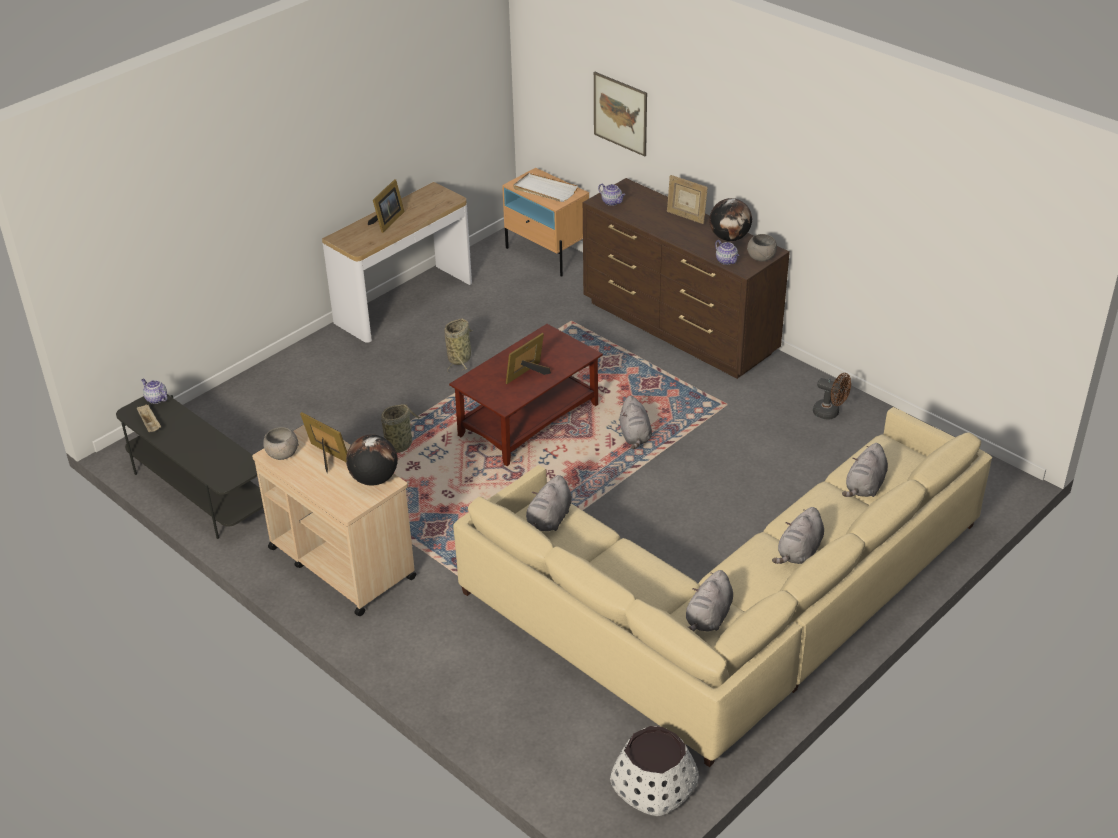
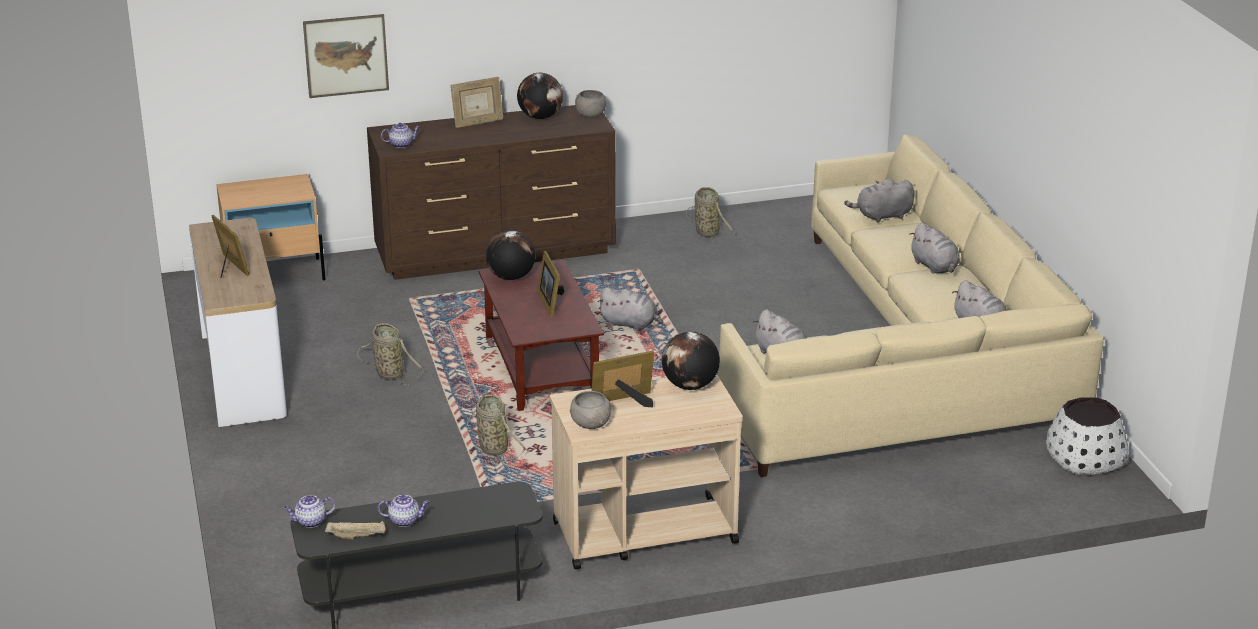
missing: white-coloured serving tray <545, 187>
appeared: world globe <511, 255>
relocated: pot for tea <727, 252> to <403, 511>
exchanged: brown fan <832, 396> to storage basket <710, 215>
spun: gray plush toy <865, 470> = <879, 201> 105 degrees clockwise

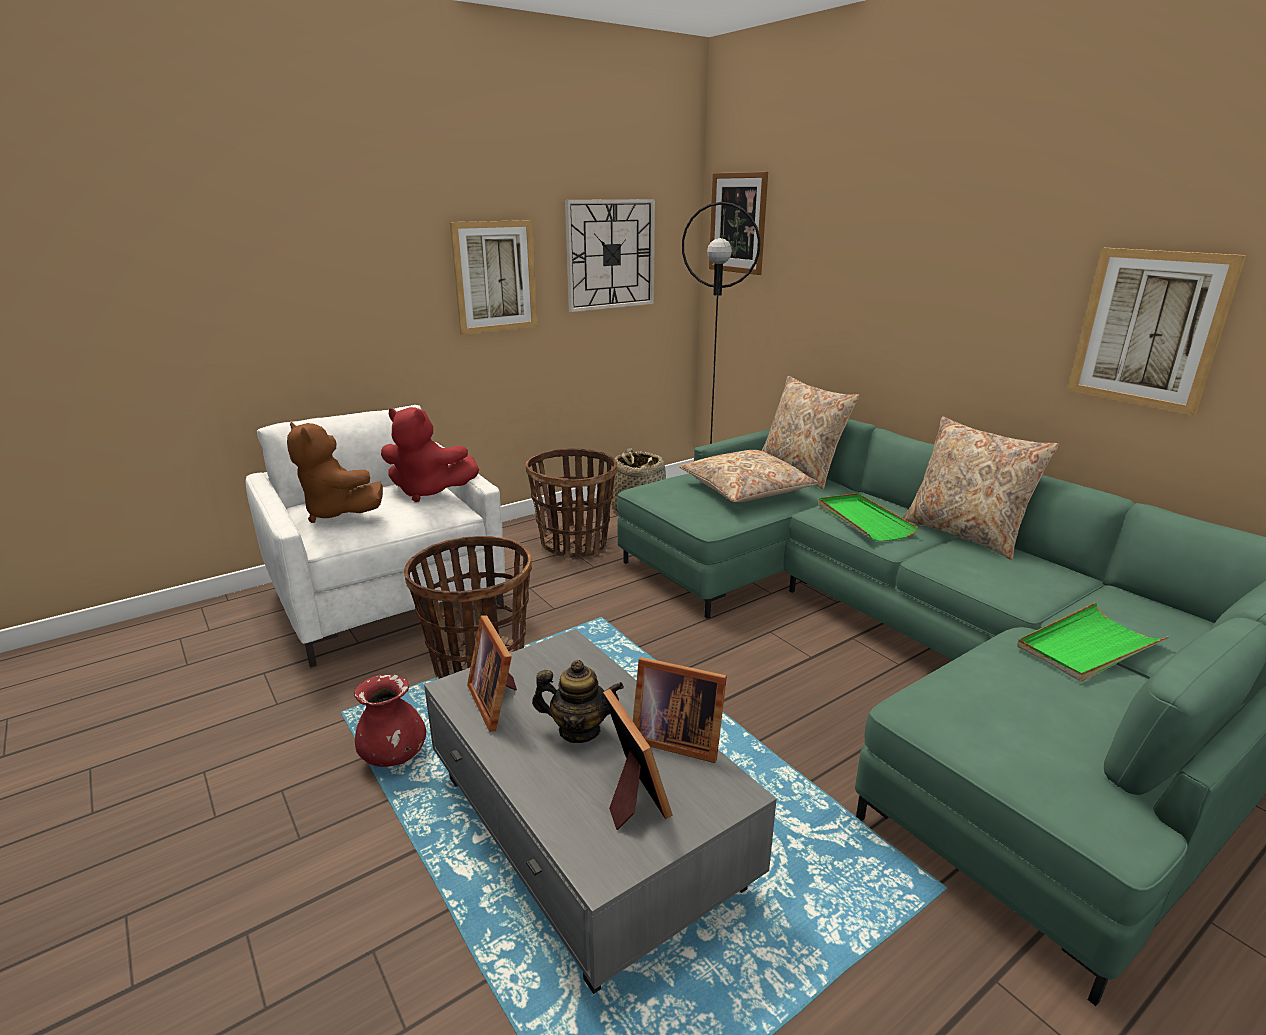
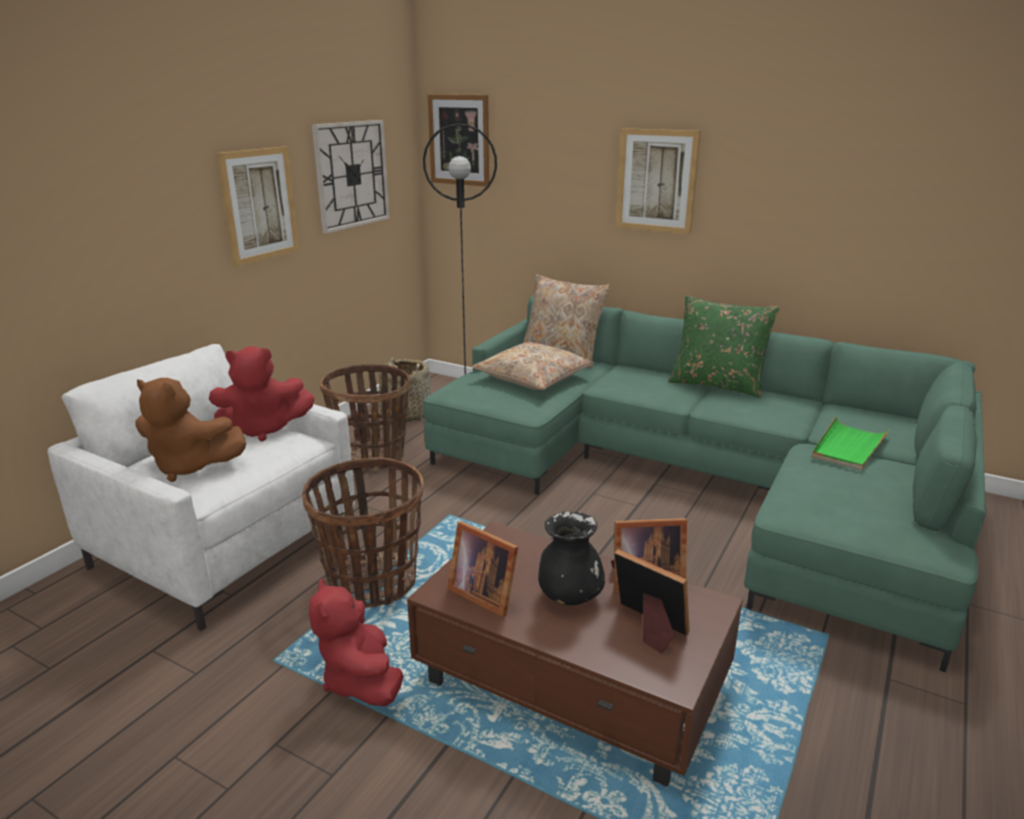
missing: green serving tray <869, 517>
relocated: picture <1156, 332> to <658, 181>
exchanged: red-coloured vase <390, 720> to red-coloured plush toy <356, 642>; pot for tea <578, 701> to black vase <572, 558>
colour: gray lounge table <600, 811> to brown lounge table <575, 654>; beige throw pillow <981, 488> to green throw pillow <724, 346>

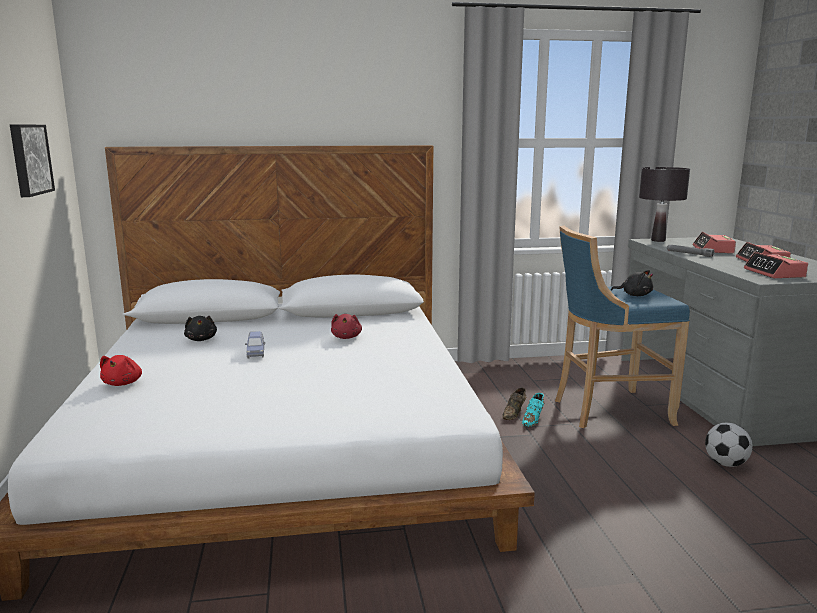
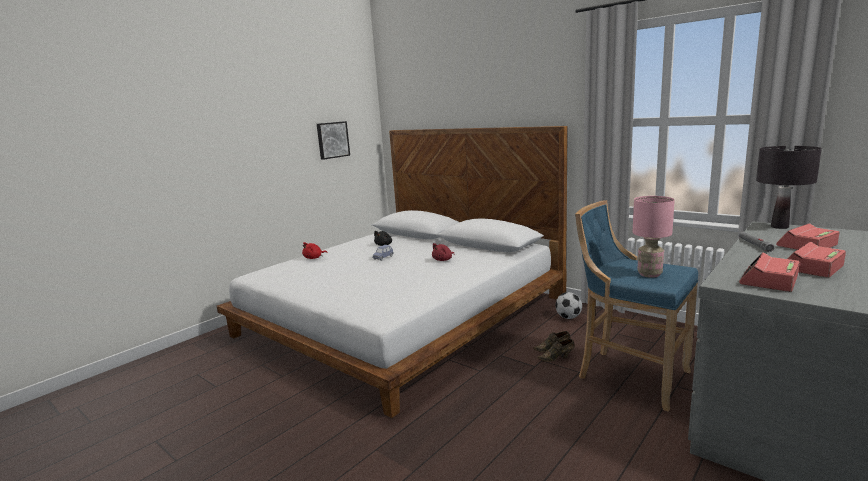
relocated: football <729, 445> to <568, 305>
exchanged: black plush toy <632, 283> to pinkish table lamp <654, 237>
colour: turquoise item of footwear <533, 410> to brown item of footwear <556, 350>

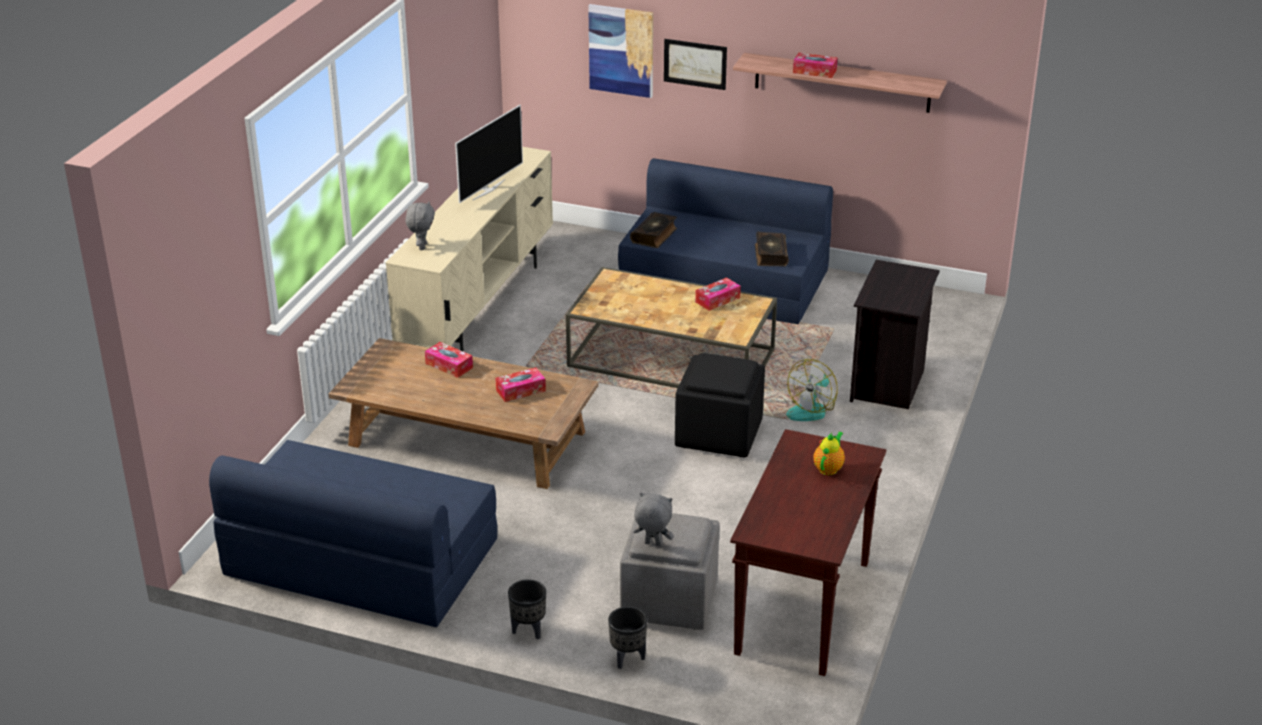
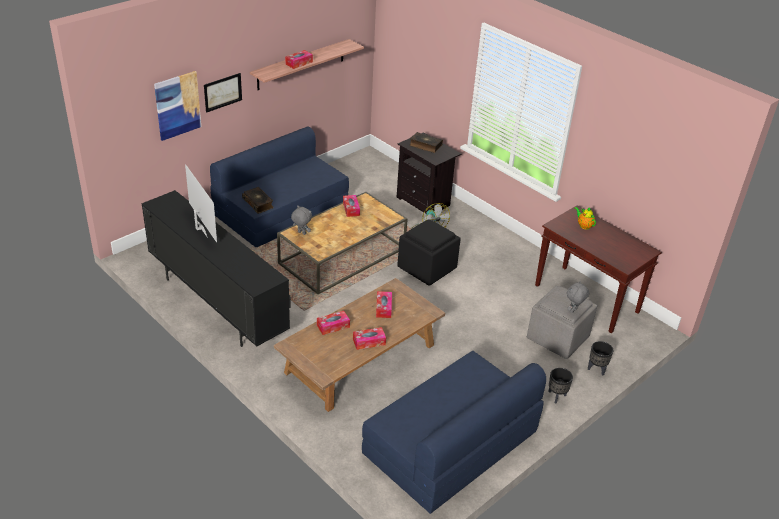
appeared: box of tissues <369, 338>
relocated: gray plush toy <420, 225> to <301, 220>; volume <772, 249> to <426, 142>
colour: beige media console <469, 249> to black media console <216, 268>

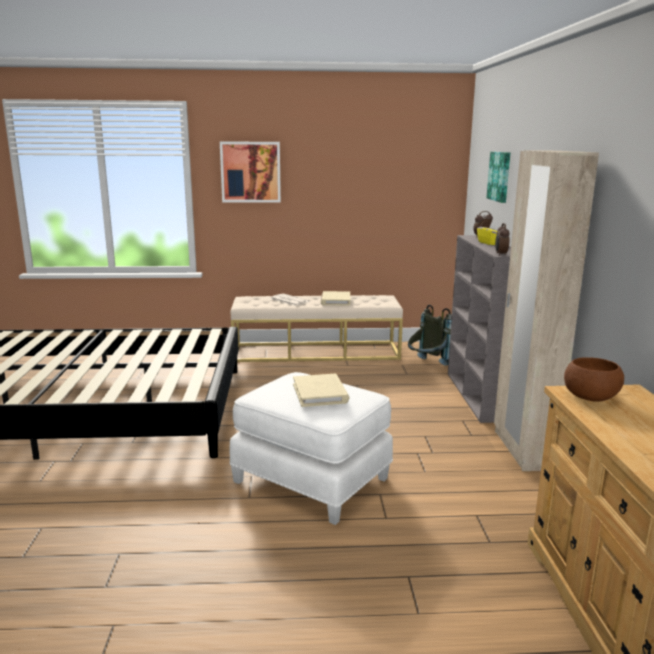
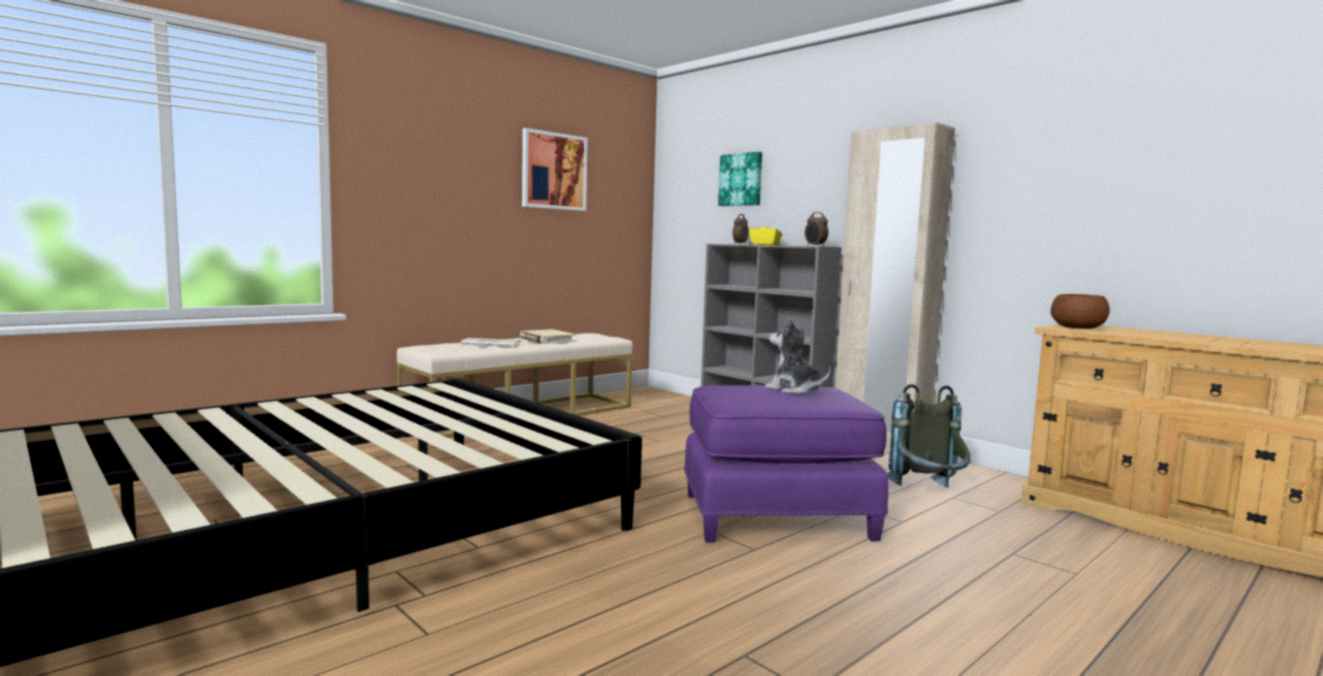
relocated: picture <250, 172> to <555, 169>; gray rucksack <430, 335> to <929, 436>
exchanged: beige volume <321, 390> to plush toy <798, 356>
colour: white-coloured ottoman <311, 448> to purple-coloured ottoman <786, 464>

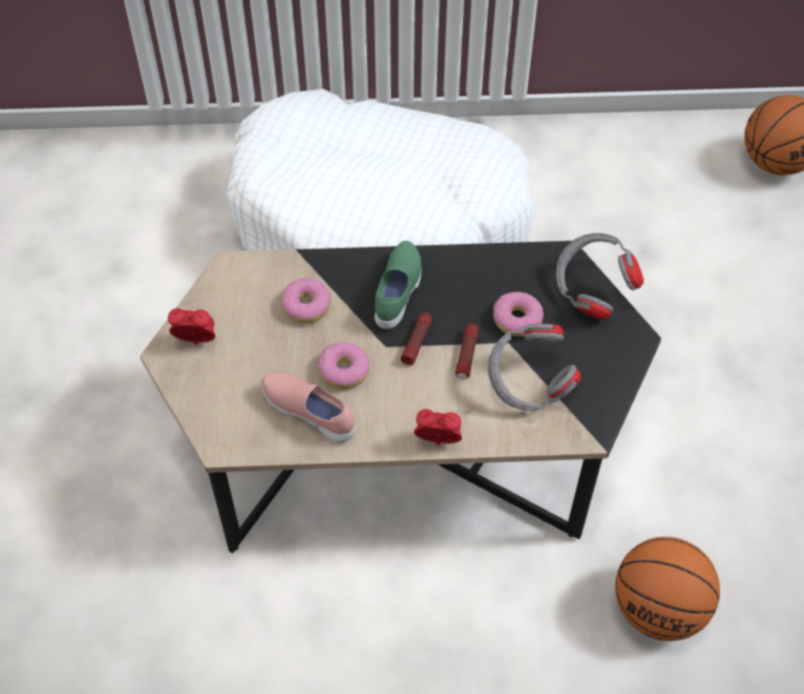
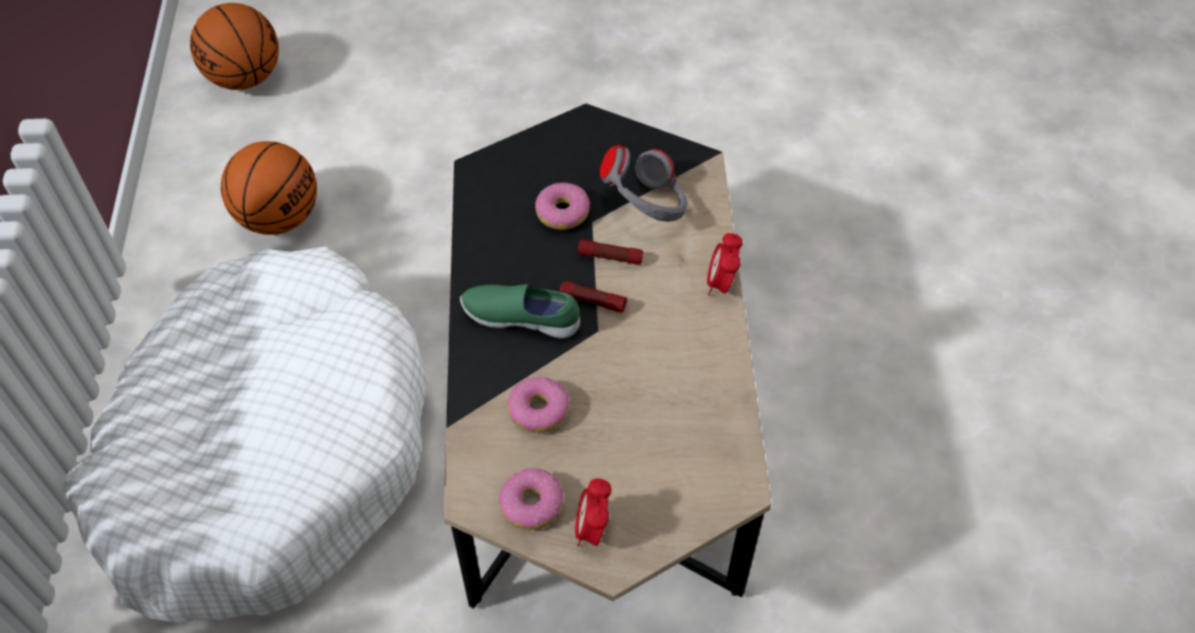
missing: pinkish item of footwear <307, 407>; gray headphones <600, 276>
relocated: doughnut <344, 365> to <531, 499>; basketball ball <667, 589> to <269, 188>

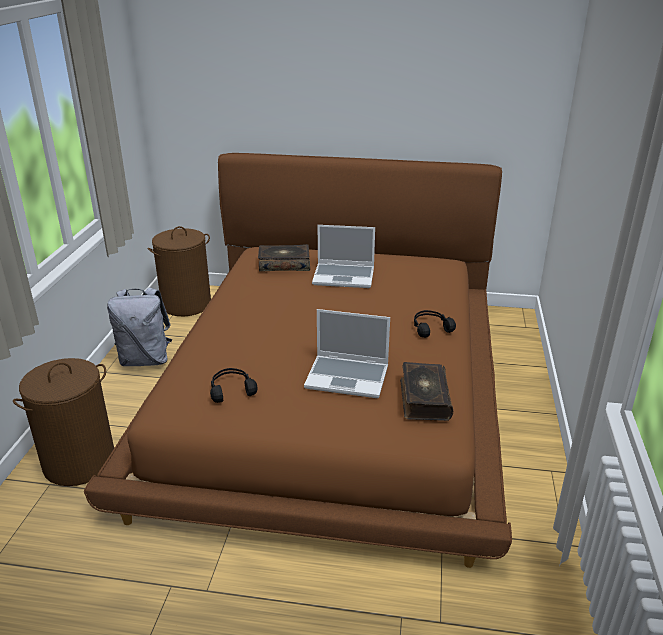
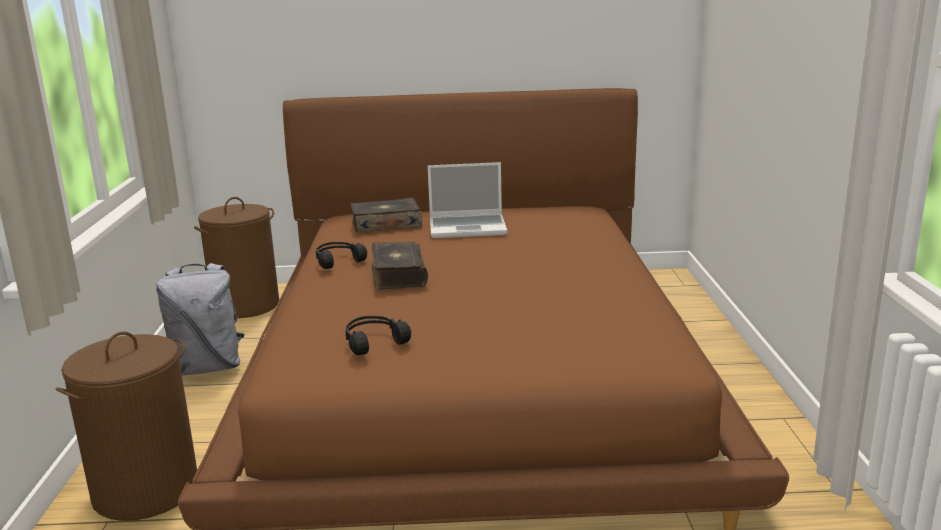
missing: portable computer <347, 353>
relocated: volume <426, 391> to <399, 265>; black headphones <435, 324> to <341, 255>

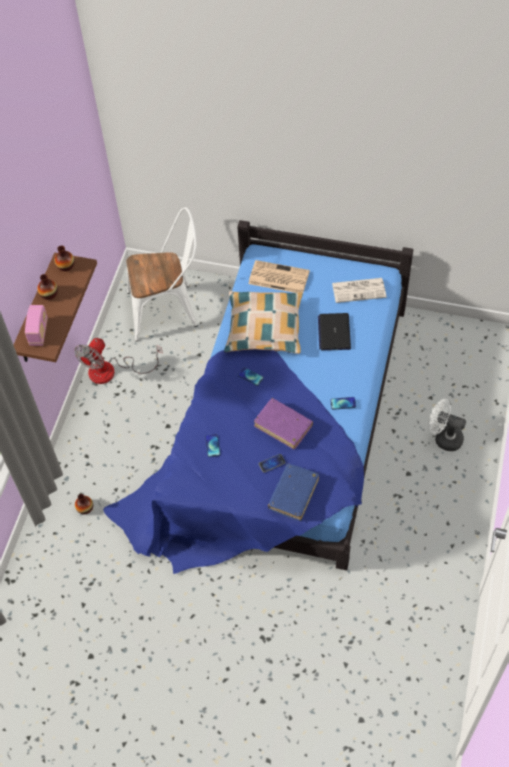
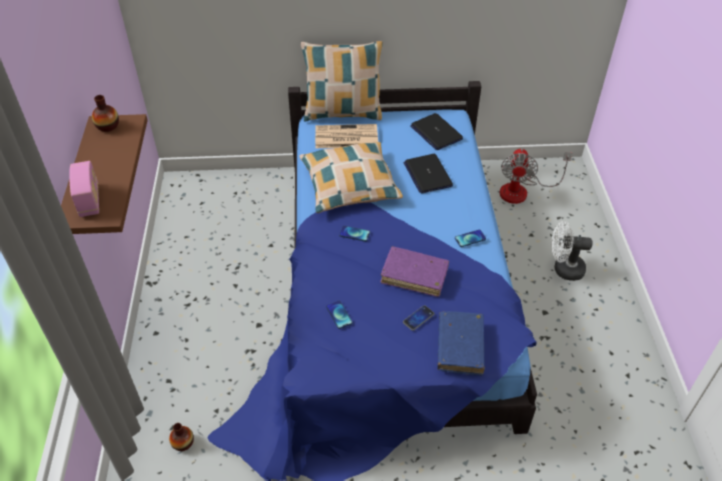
missing: vase <47, 287>; white-coloured plain chair <162, 274>
appeared: throw pillow <342, 81>
relocated: fan <118, 361> to <535, 176>
exchanged: printed paper <359, 290> to portable computer <436, 131>

